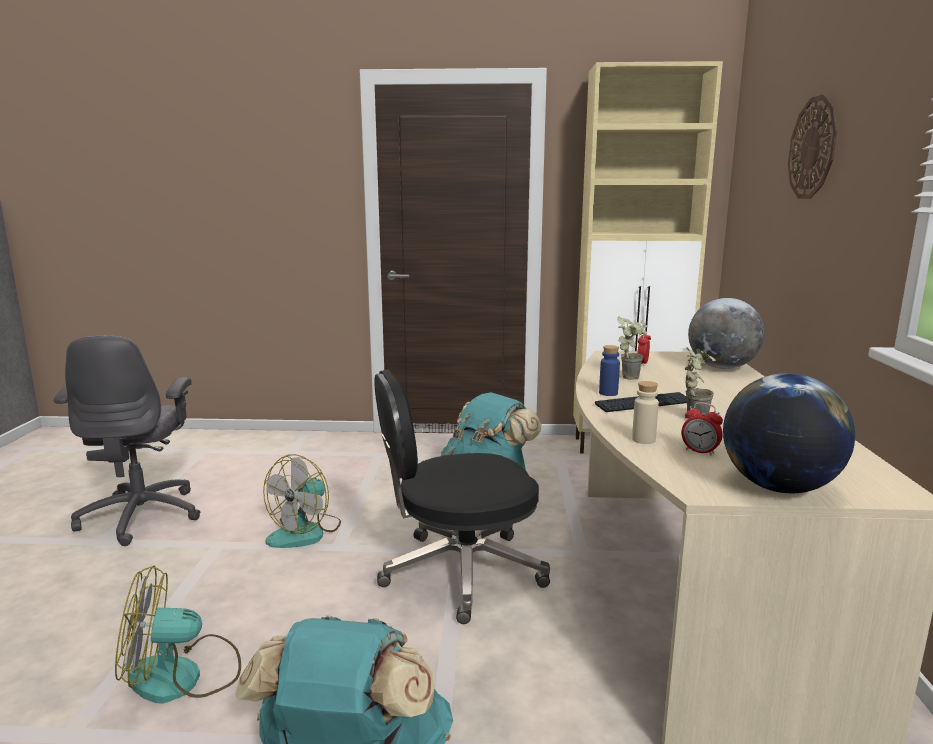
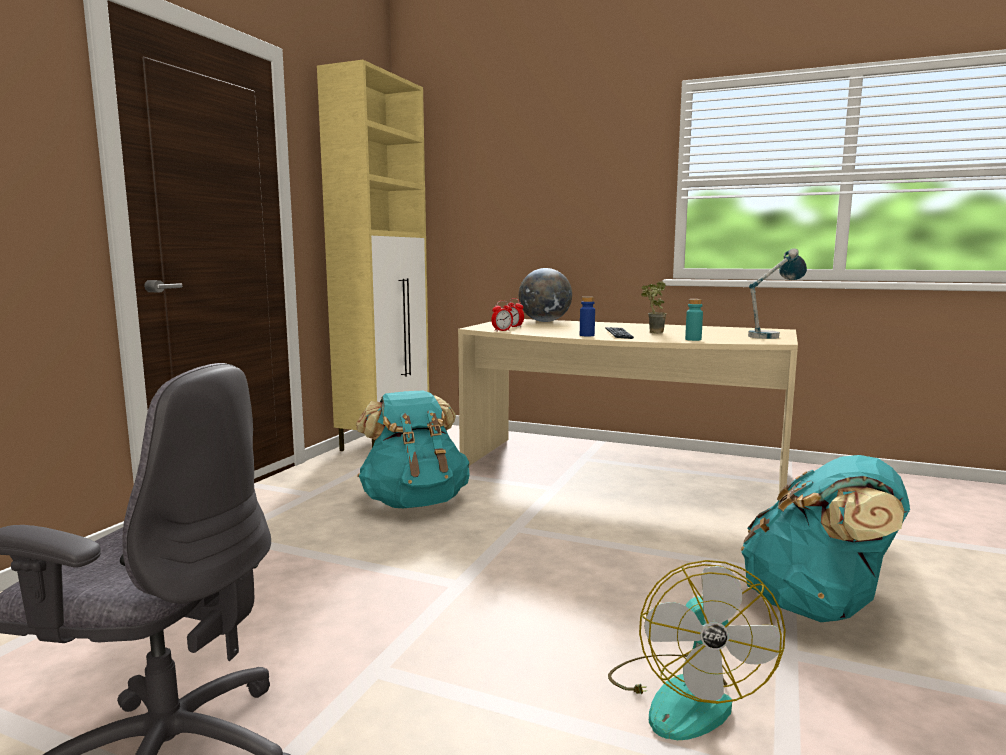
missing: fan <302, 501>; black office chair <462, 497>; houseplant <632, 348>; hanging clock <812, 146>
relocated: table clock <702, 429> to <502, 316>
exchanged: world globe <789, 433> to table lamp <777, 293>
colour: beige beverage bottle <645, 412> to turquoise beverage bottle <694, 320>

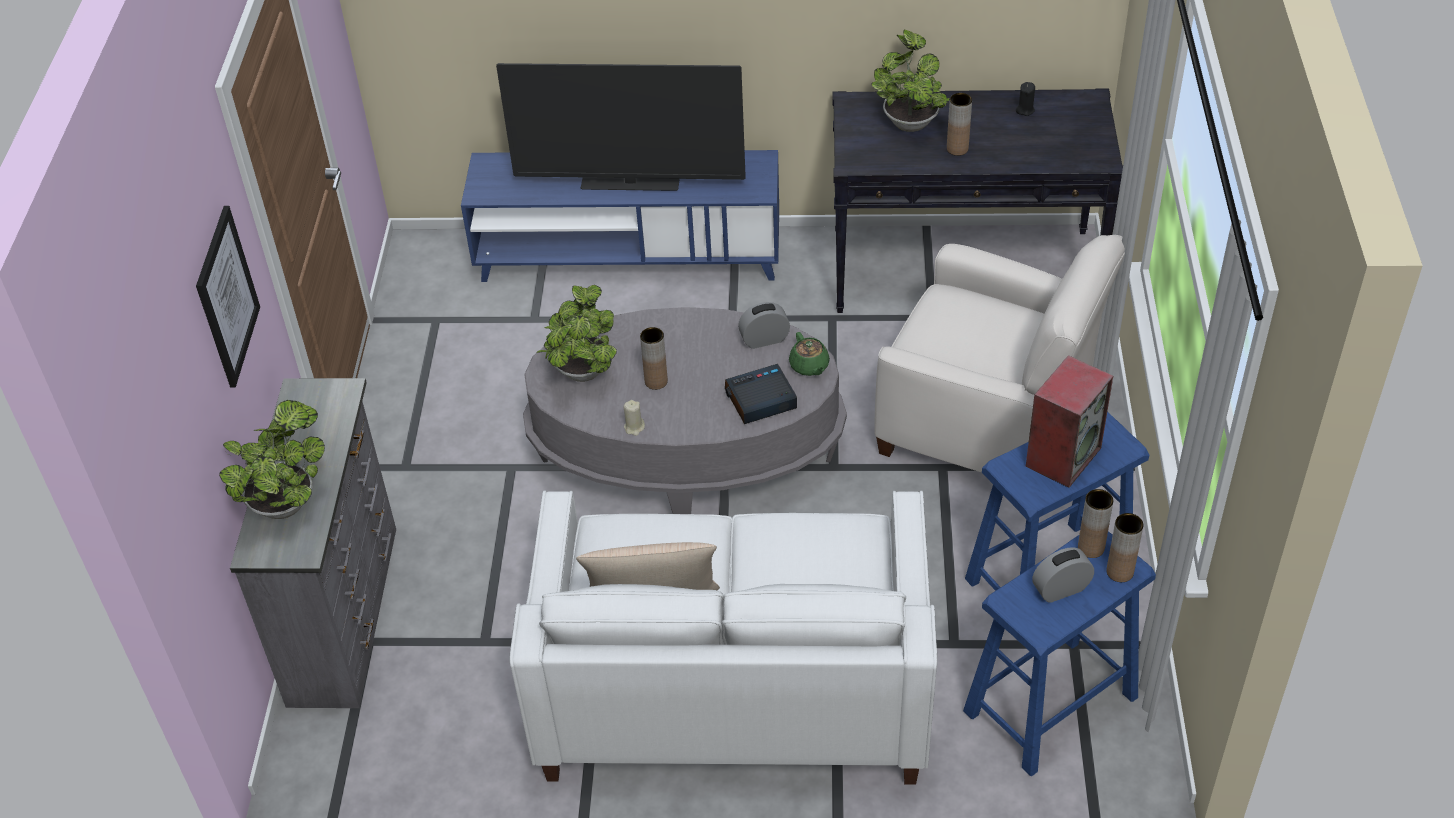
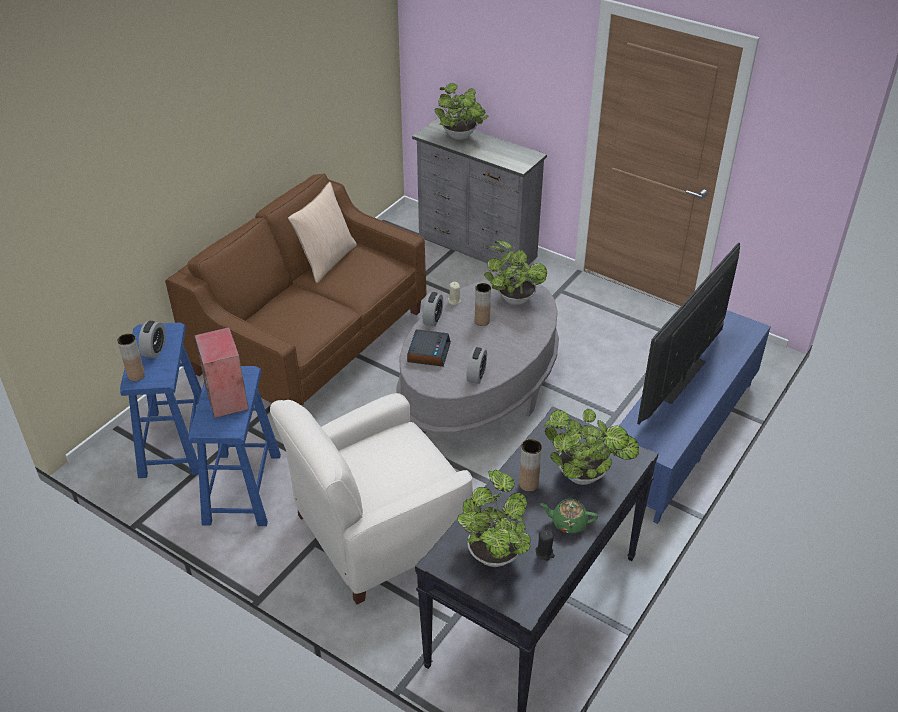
missing: picture <228, 296>; brown vase <1095, 523>
appeared: table clock <433, 309>; houseplant <494, 518>
relocated: green pot for tea <809, 354> to <569, 516>
colour: white-coloured couch <723, 638> to brown couch <296, 289>

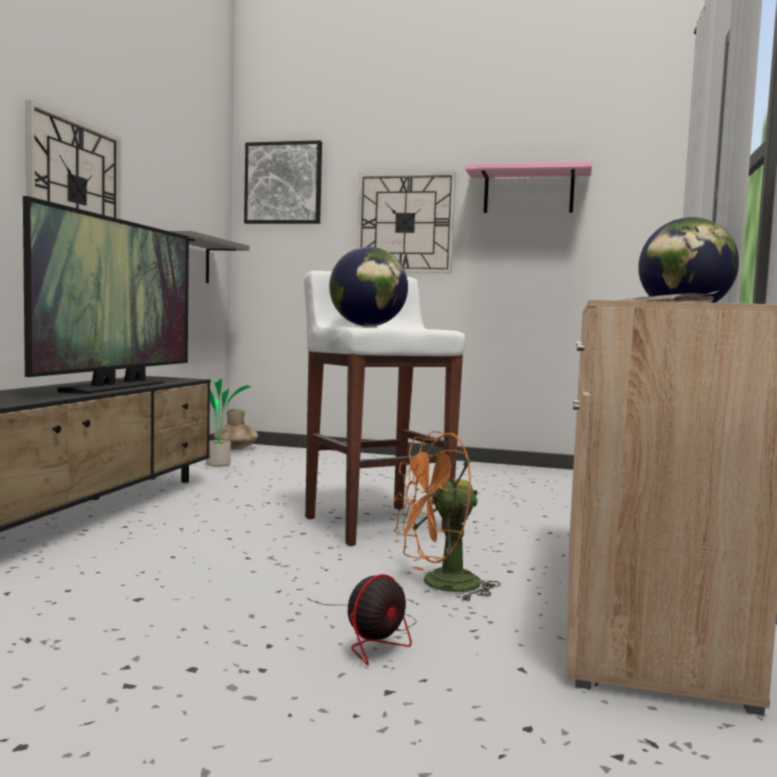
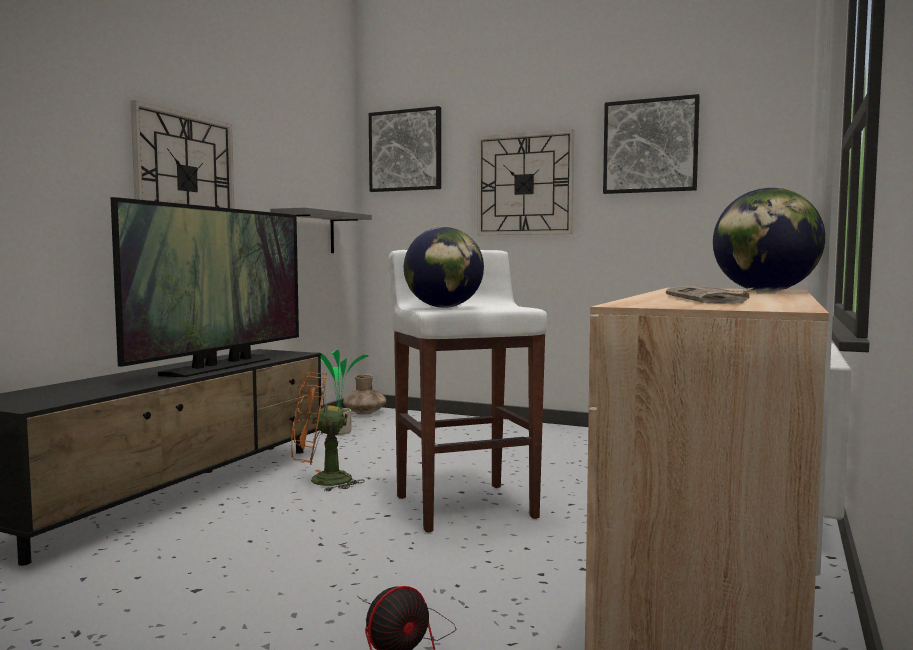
relocated: orange fan <446, 516> to <328, 432>
exchanged: pinkish bracket shelf <528, 187> to picture <651, 144>

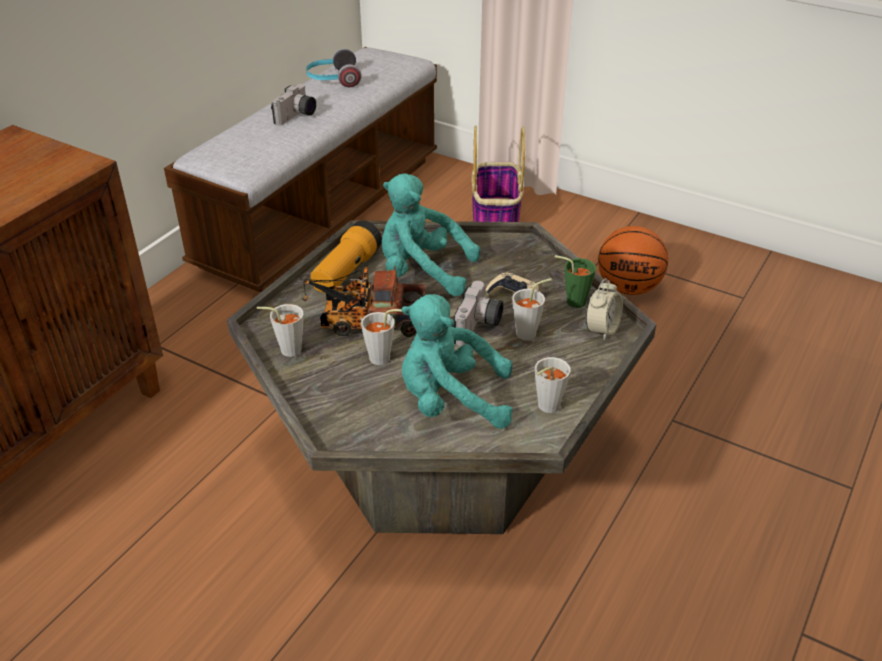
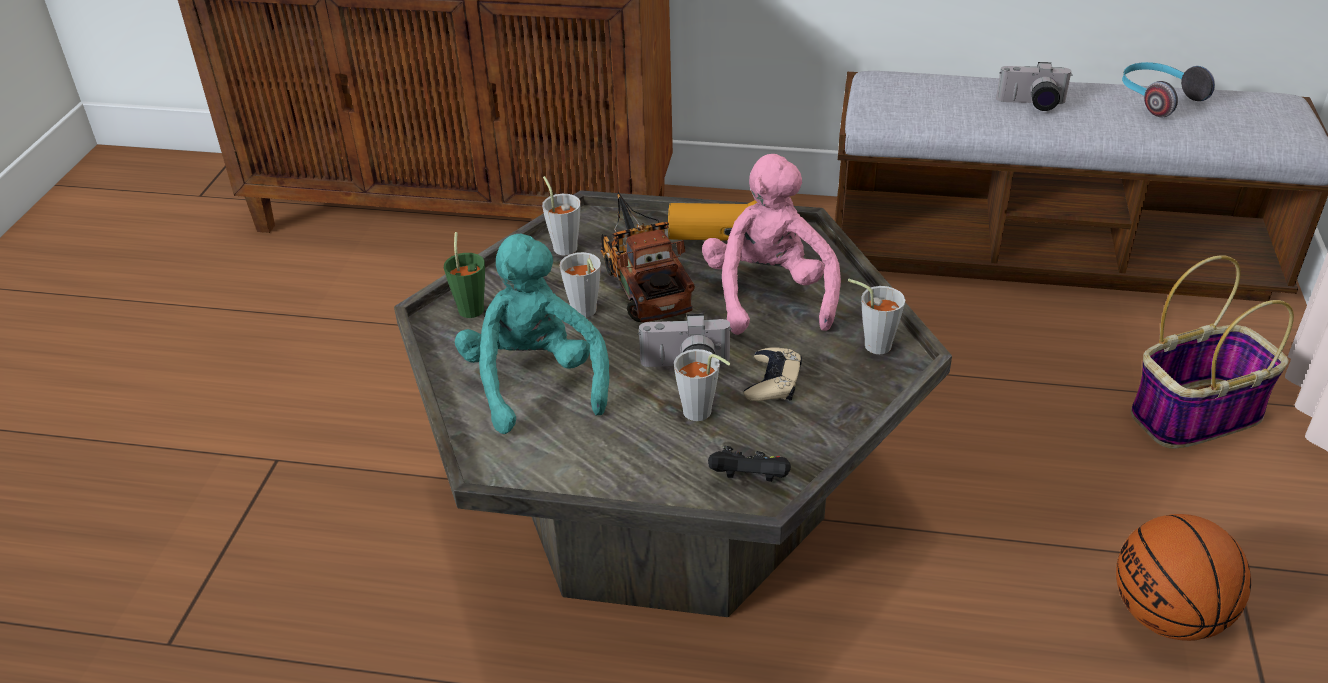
relocated: gray small cup <553, 385> to <876, 316>; green small cup <575, 281> to <464, 275>
exchanged: table clock <604, 309> to black game controller <749, 464>
colour: turquoise plush toy <430, 234> to pinkish plush toy <771, 244>

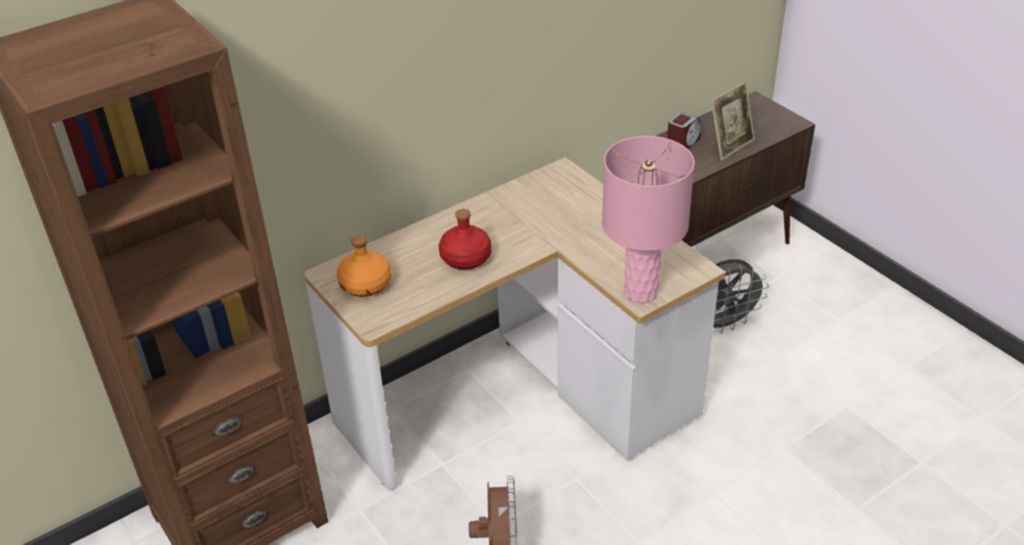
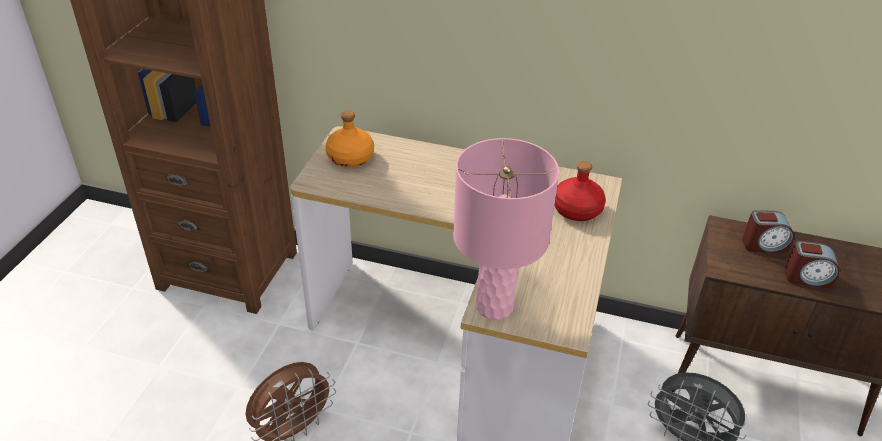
relocated: red-coloured beverage bottle <465, 239> to <580, 191>
exchanged: picture frame <733, 120> to table clock <811, 264>

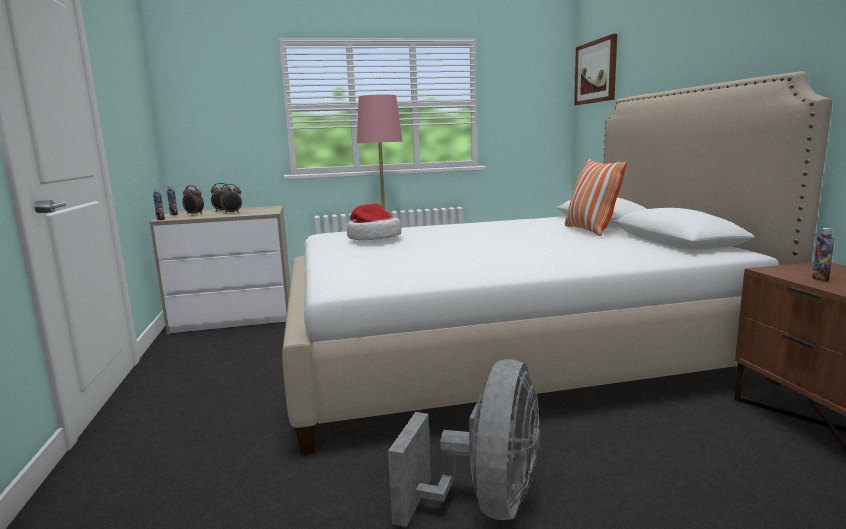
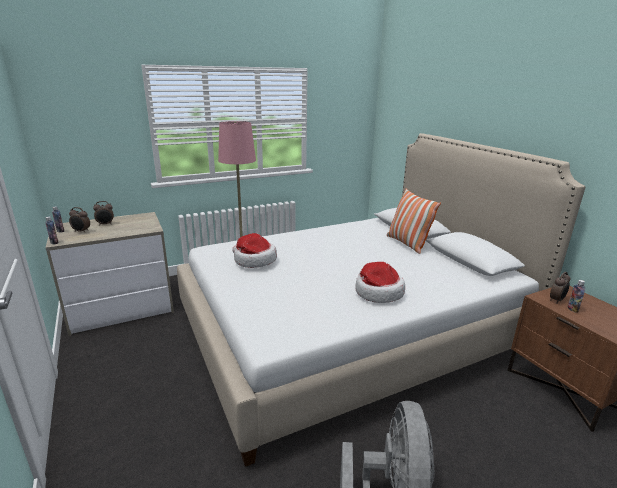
missing: picture <595, 69>
appeared: hat <380, 282>
relocated: table clock <230, 199> to <560, 287>

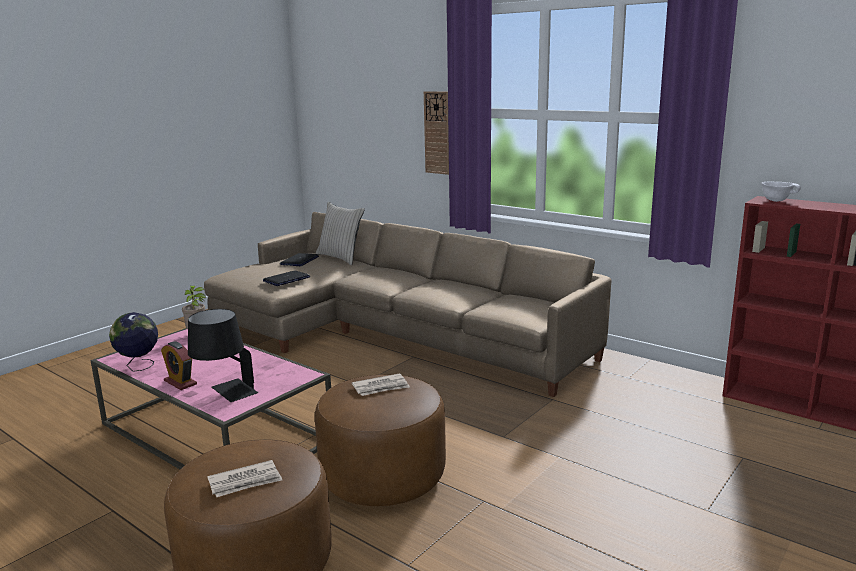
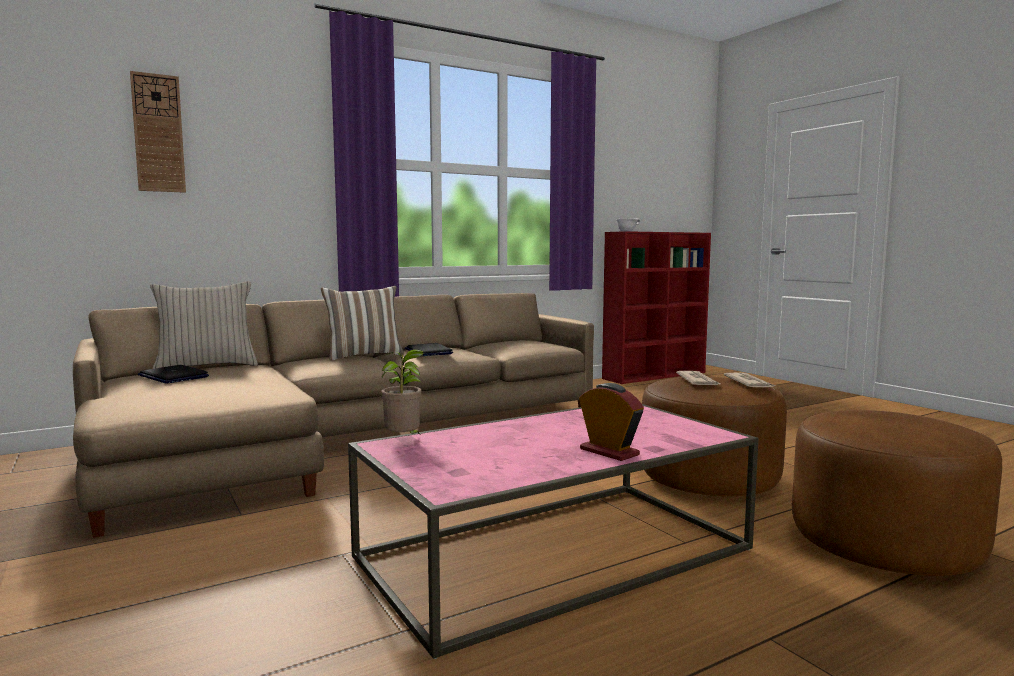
missing: world globe <133, 342>; black table lamp <223, 355>
appeared: throw pillow <362, 323>
relocated: printed paper <244, 478> to <749, 380>; portable computer <286, 278> to <429, 349>; hanging clock <436, 133> to <158, 132>
spun: table clock <179, 365> = <611, 422> 105 degrees counterclockwise

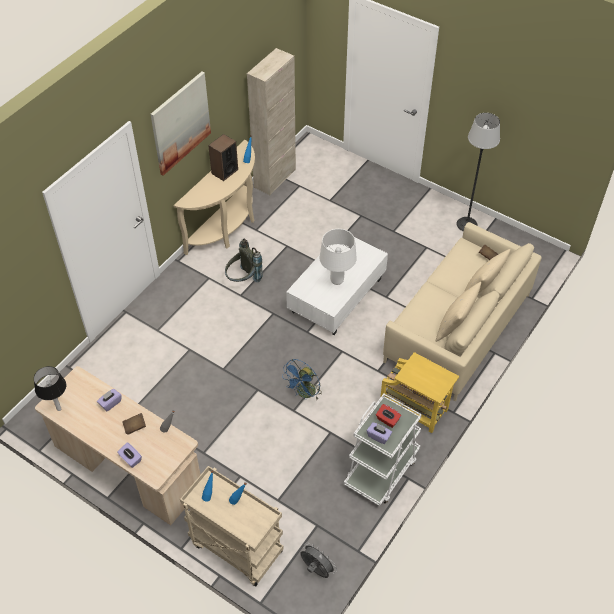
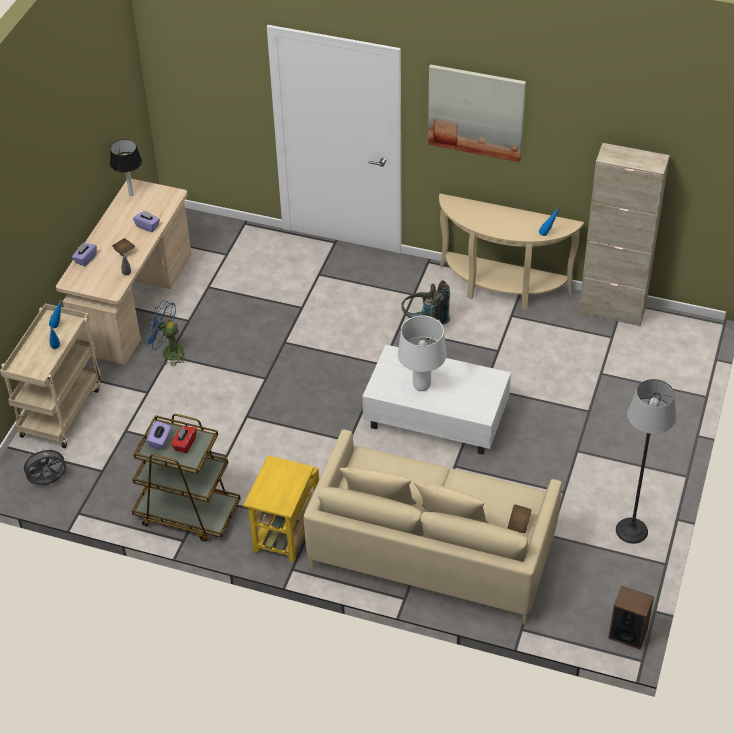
relocated: speaker <223, 157> to <631, 617>; blue-coloured fan <302, 379> to <166, 333>
colour: white-coloured cart <383, 450> to brown cart <186, 477>
spun: gray fan <318, 560> = <43, 465> 135 degrees counterclockwise

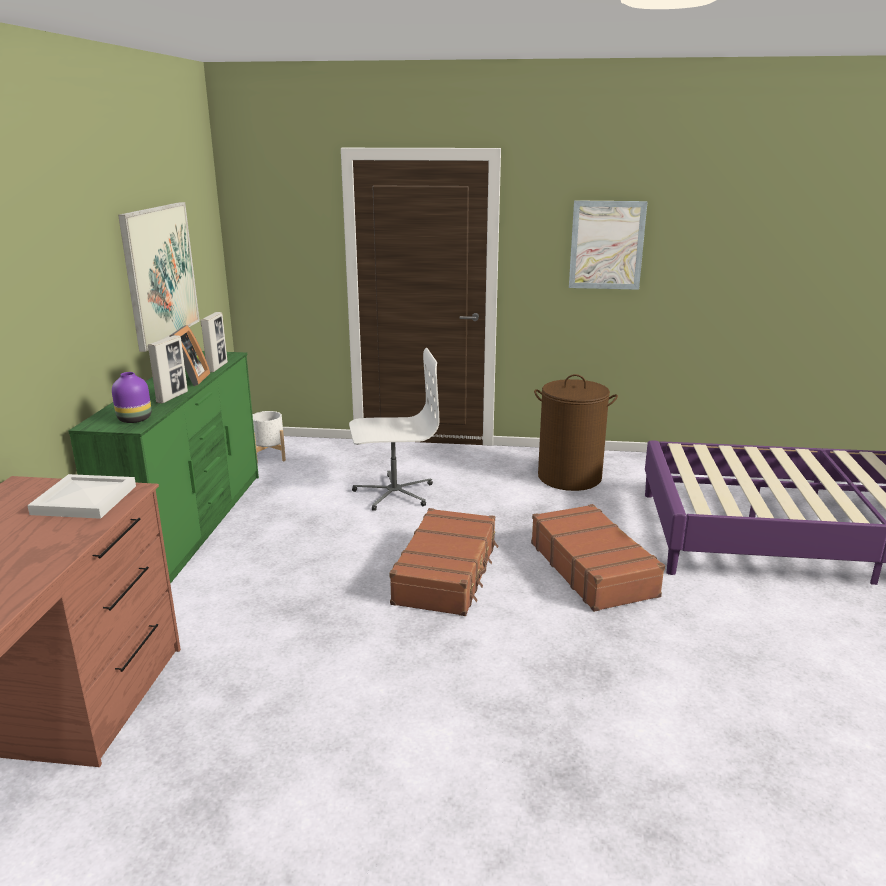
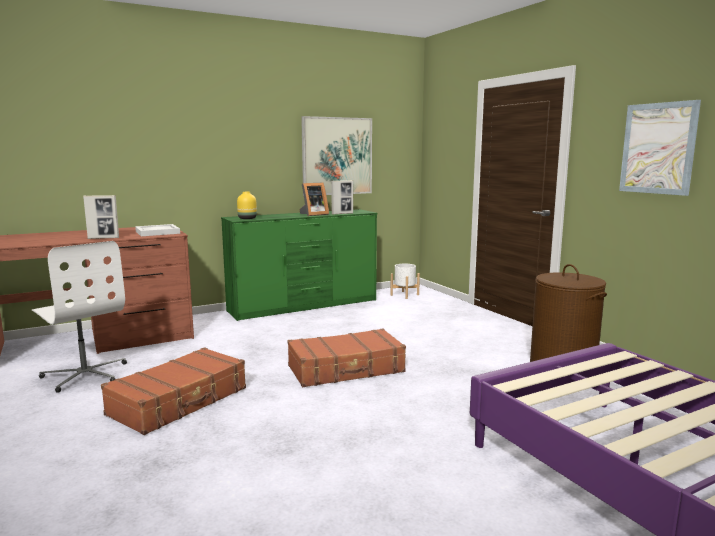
relocated: picture frame <168, 369> to <101, 217>; white-coloured office chair <394, 429> to <79, 317>; brown suitcase <598, 558> to <173, 391>
colour: purple-coloured vase <131, 397> to yellow-coloured vase <247, 205>

